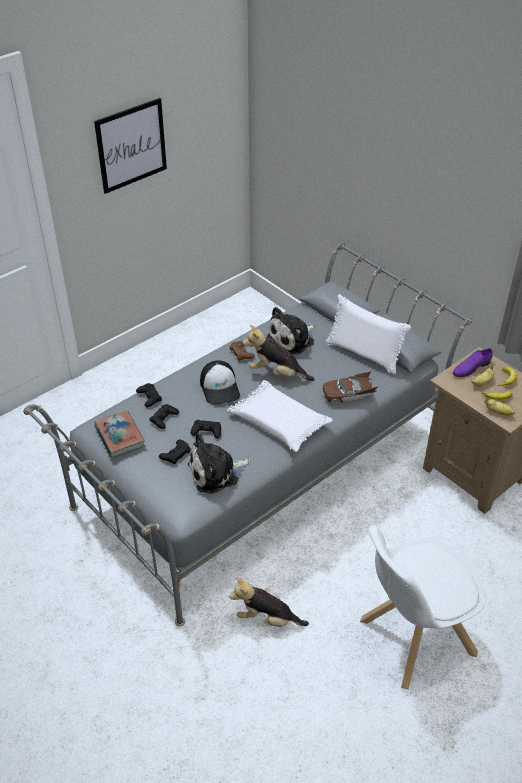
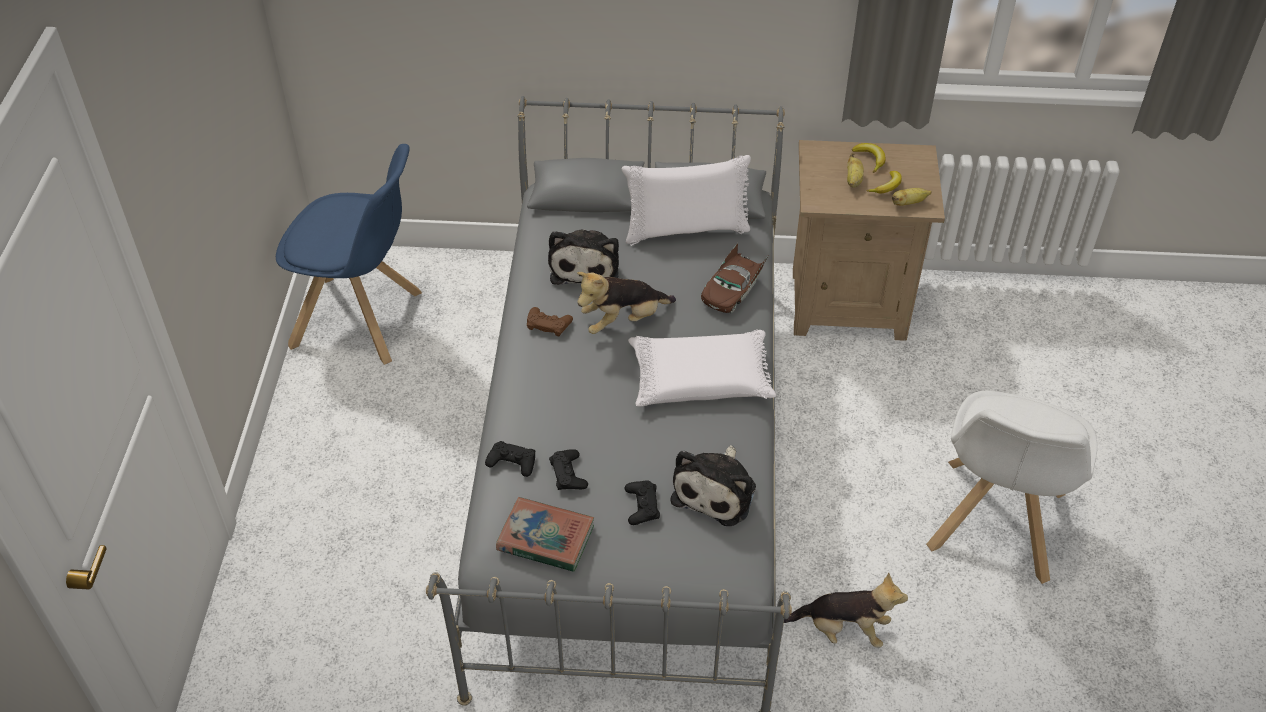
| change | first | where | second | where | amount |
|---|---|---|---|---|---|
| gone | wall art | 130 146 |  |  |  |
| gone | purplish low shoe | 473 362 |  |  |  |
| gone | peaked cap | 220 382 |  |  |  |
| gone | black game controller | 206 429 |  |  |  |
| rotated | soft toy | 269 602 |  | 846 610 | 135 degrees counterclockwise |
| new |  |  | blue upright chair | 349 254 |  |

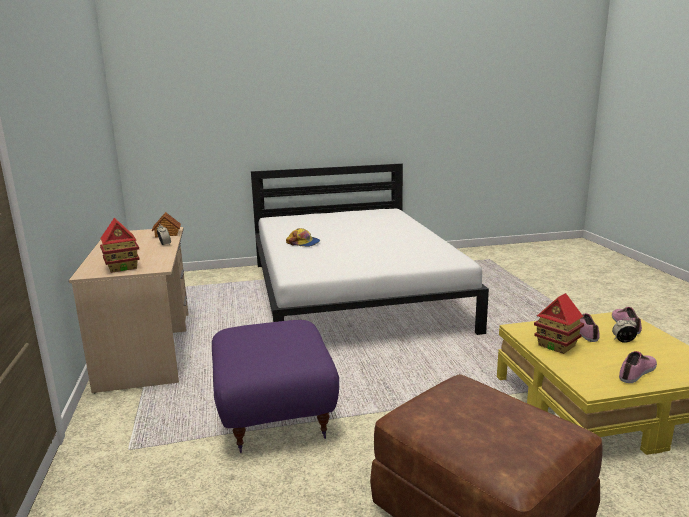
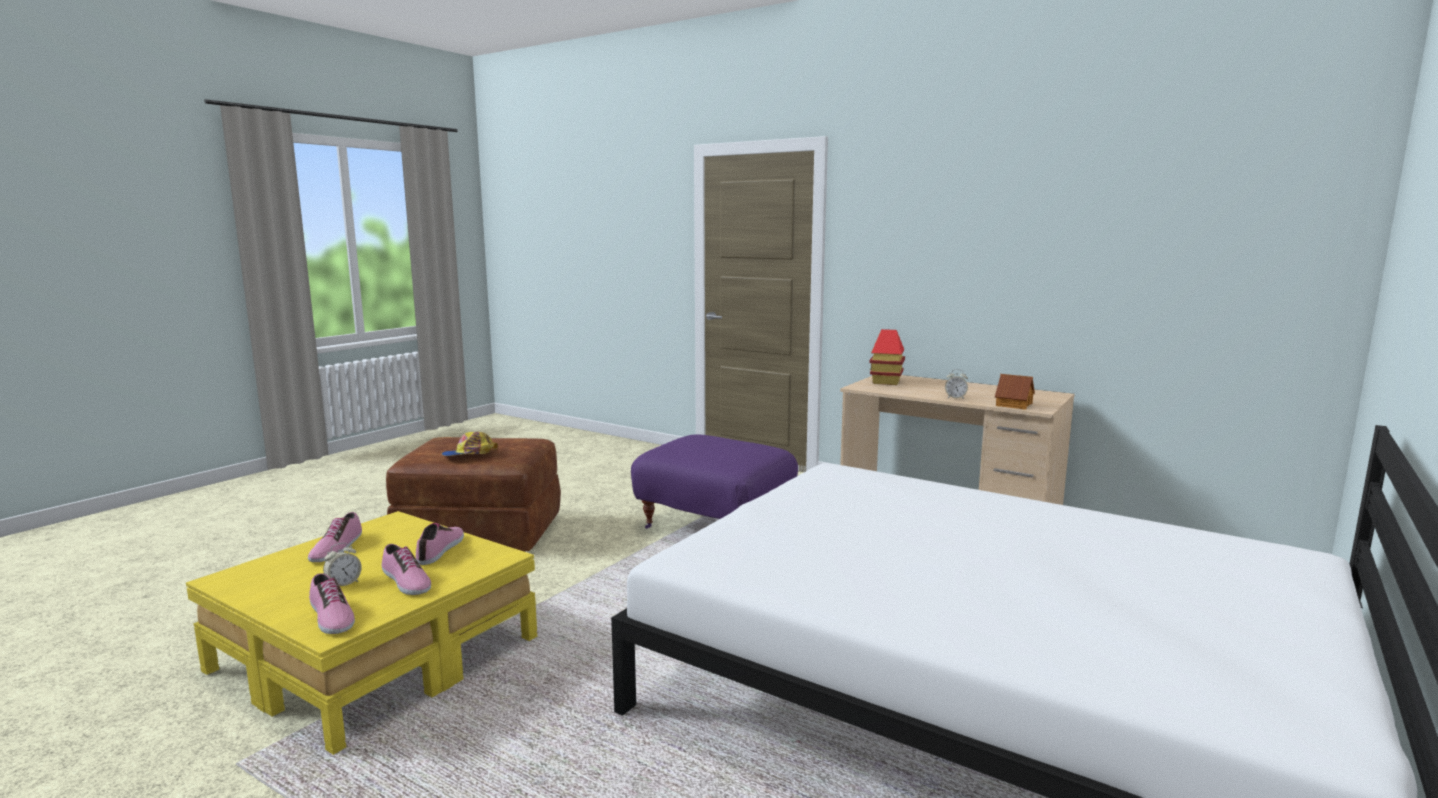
| change | first | where | second | where | amount |
|---|---|---|---|---|---|
| shifted | peaked cap | 303 237 |  | 470 444 |  |
| swapped | miniature house | 559 323 | low shoe | 440 544 |  |

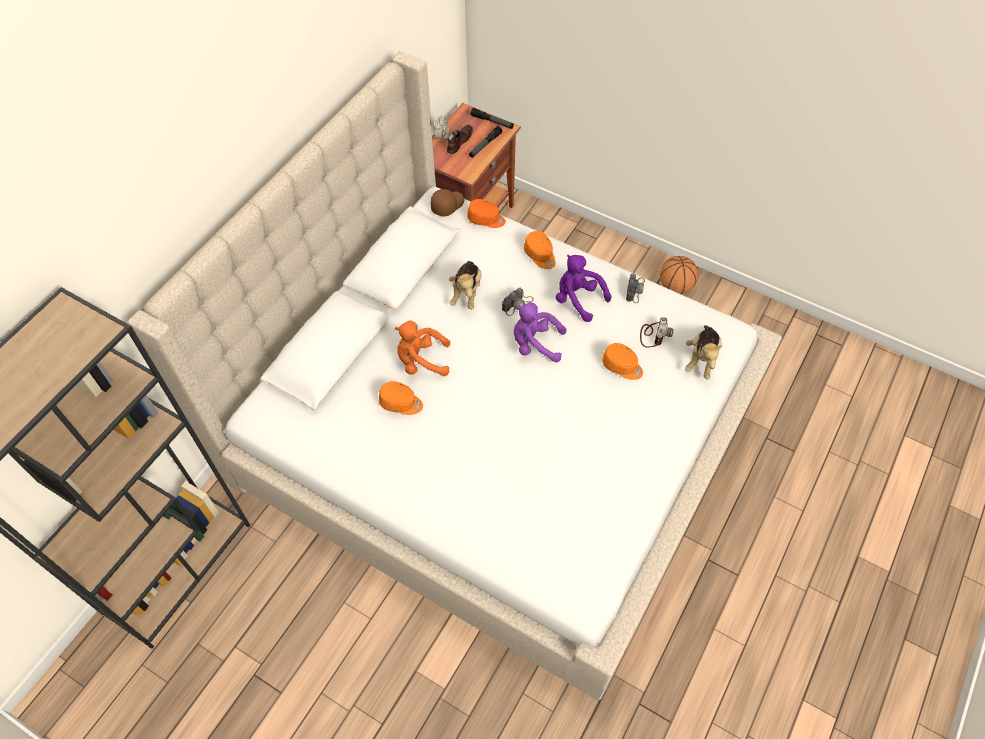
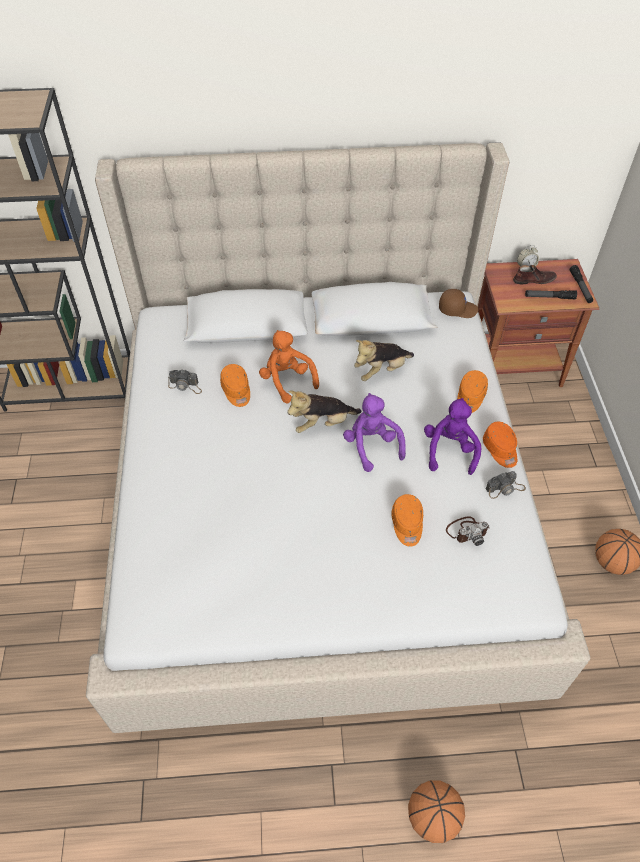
| change | first | where | second | where | amount |
|---|---|---|---|---|---|
| shifted | orange-coloured peaked cap | 486 213 |  | 500 445 |  |
| shifted | still camera | 518 302 |  | 185 382 |  |
| shifted | soft toy | 704 352 |  | 324 411 |  |
| new |  |  | basketball ball | 436 811 |  |

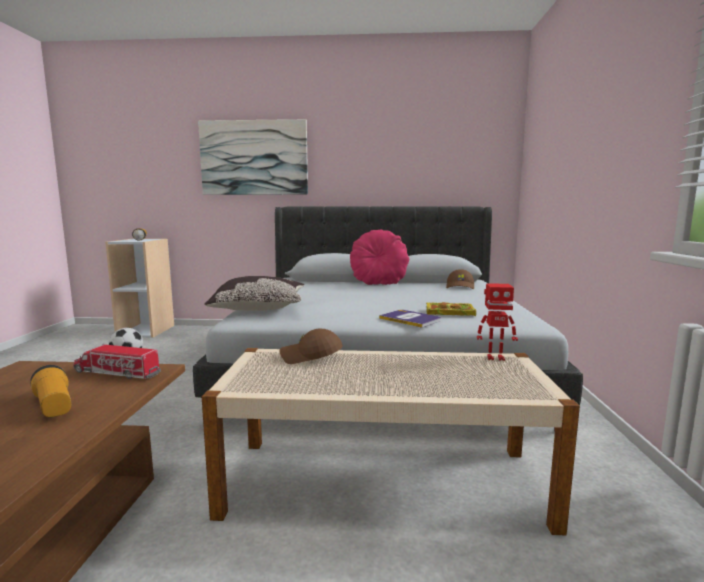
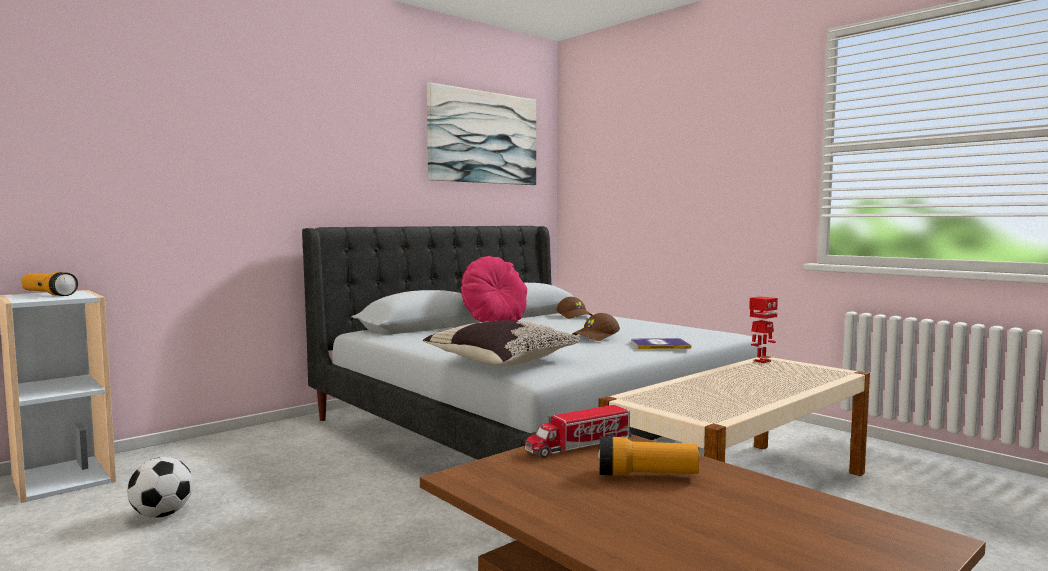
| change | first | where | second | where | amount |
|---|---|---|---|---|---|
| shifted | wall art | 253 157 |  | 481 134 |  |
| gone | book | 451 309 |  |  |  |
| shifted | brown peaked cap | 311 346 |  | 596 327 |  |

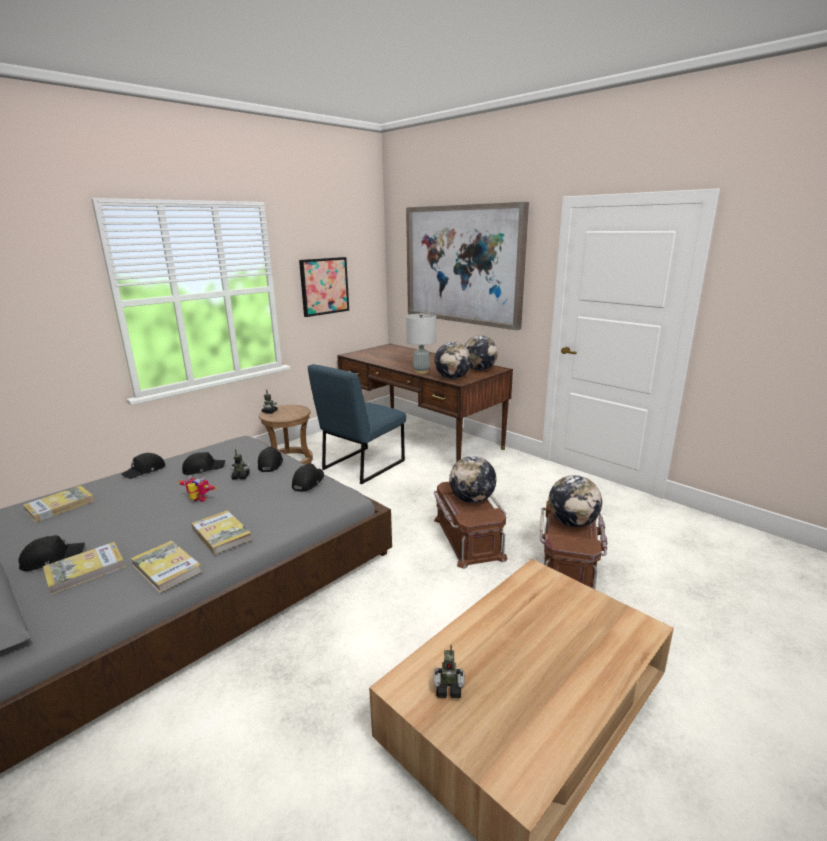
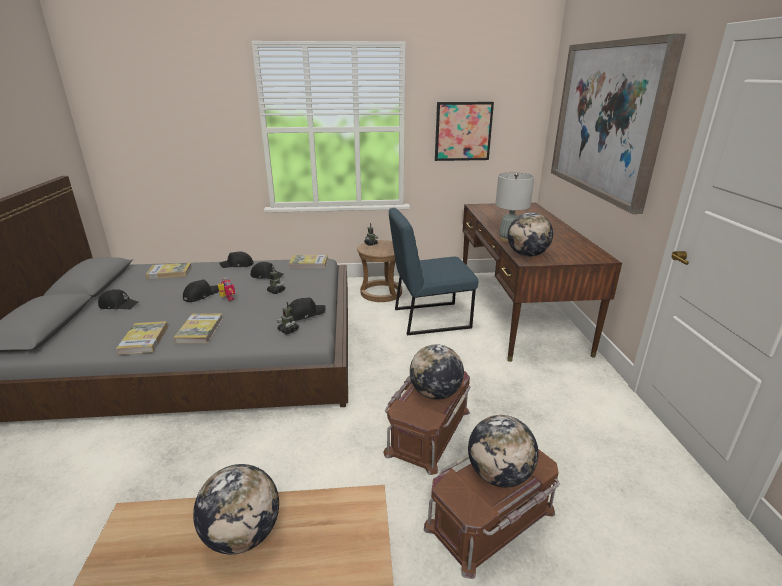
| change | first | where | second | where | amount |
|---|---|---|---|---|---|
| shifted | world globe | 481 353 |  | 236 509 |  |
| shifted | black peaked cap | 270 459 |  | 201 291 |  |
| shifted | book | 84 568 |  | 308 261 |  |
| shifted | robot figure | 449 671 |  | 288 318 |  |

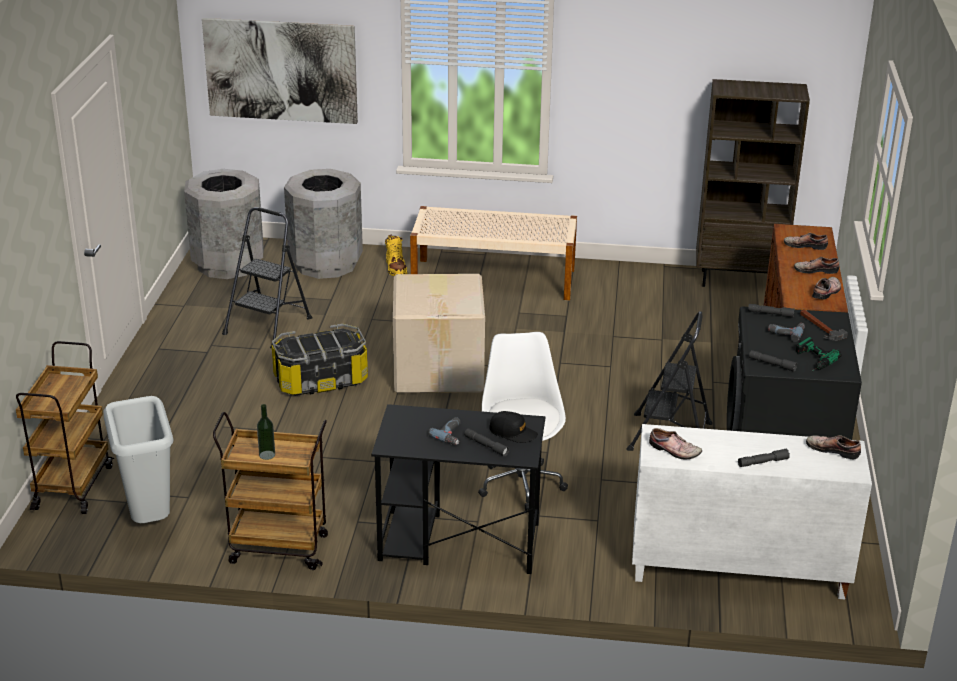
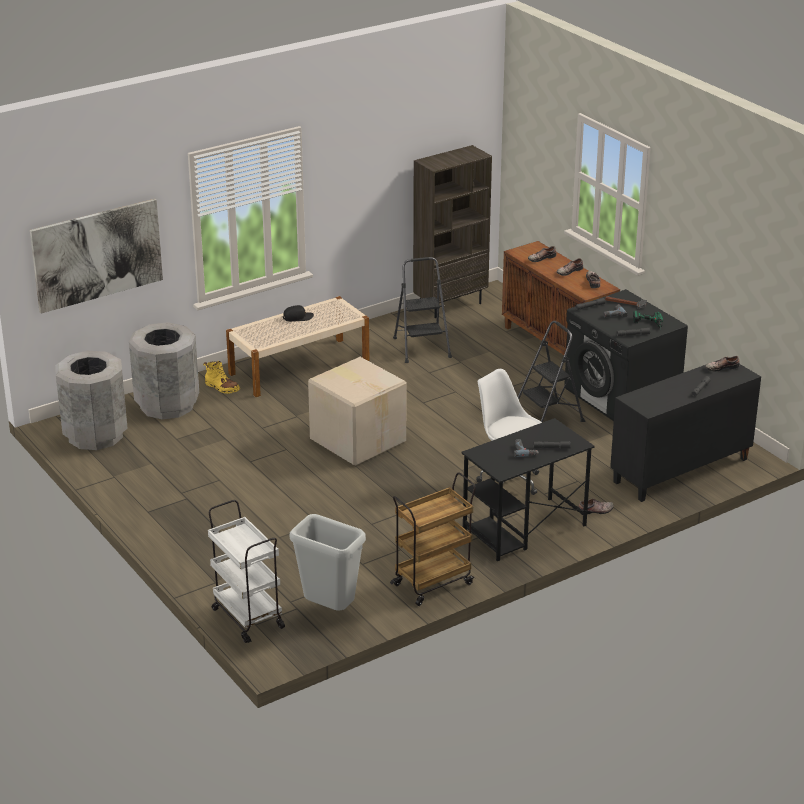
| change | first | where | second | where | amount |
|---|---|---|---|---|---|
| shifted | black step stool | 267 278 |  | 422 310 |  |
| gone | storage bin | 320 360 |  |  |  |
| repainted | brown trolley | 65 427 | white-coloured trolley | 246 571 |  |
| gone | bottle | 266 432 |  |  |  |
| shifted | black peaked cap | 513 427 |  | 298 313 |  |
| repainted | white-coloured storage cabinet | 752 511 | black storage cabinet | 685 431 |  |
| shifted | low shoe | 675 443 |  | 595 506 |  |

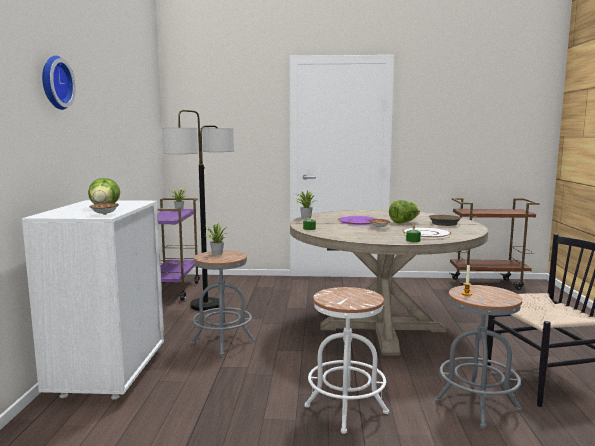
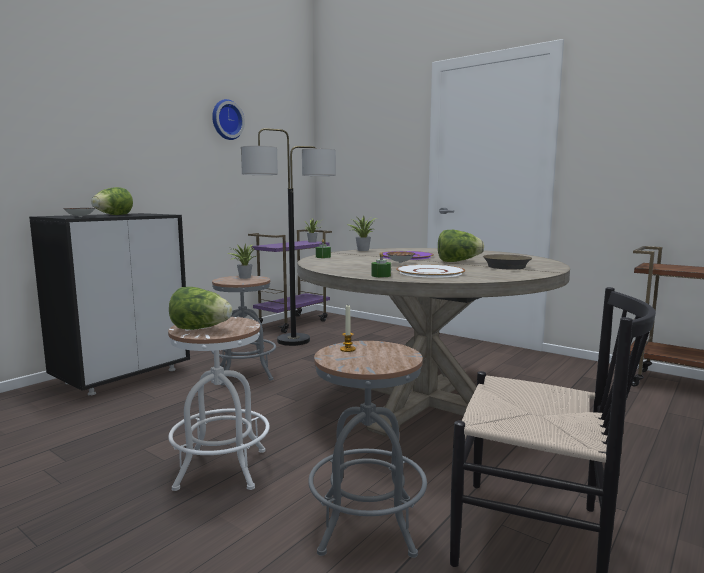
| change | first | where | second | where | amount |
|---|---|---|---|---|---|
| shifted | hanging clock | 59 83 |  | 228 119 |  |
| repainted | white-coloured storage cabinet | 93 300 | black storage cabinet | 109 304 |  |
| new |  |  | lettuce head | 200 308 |  |

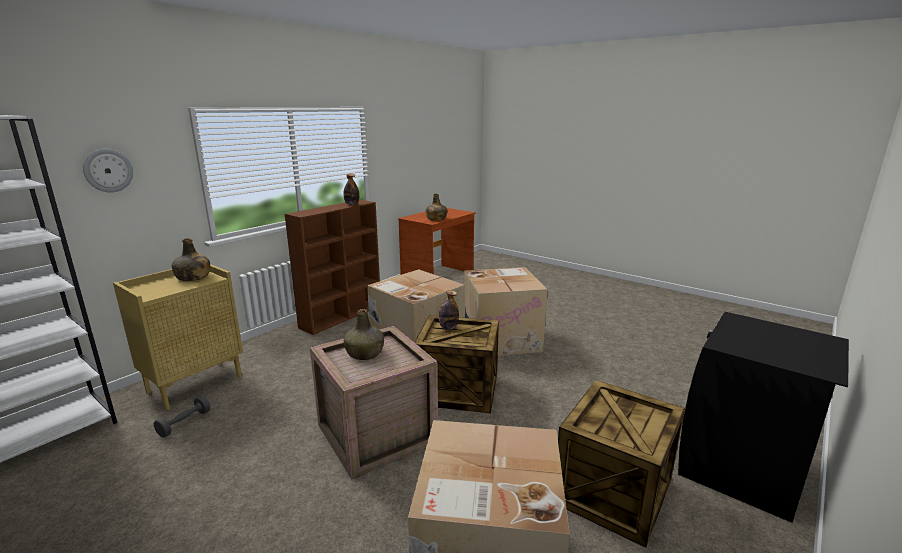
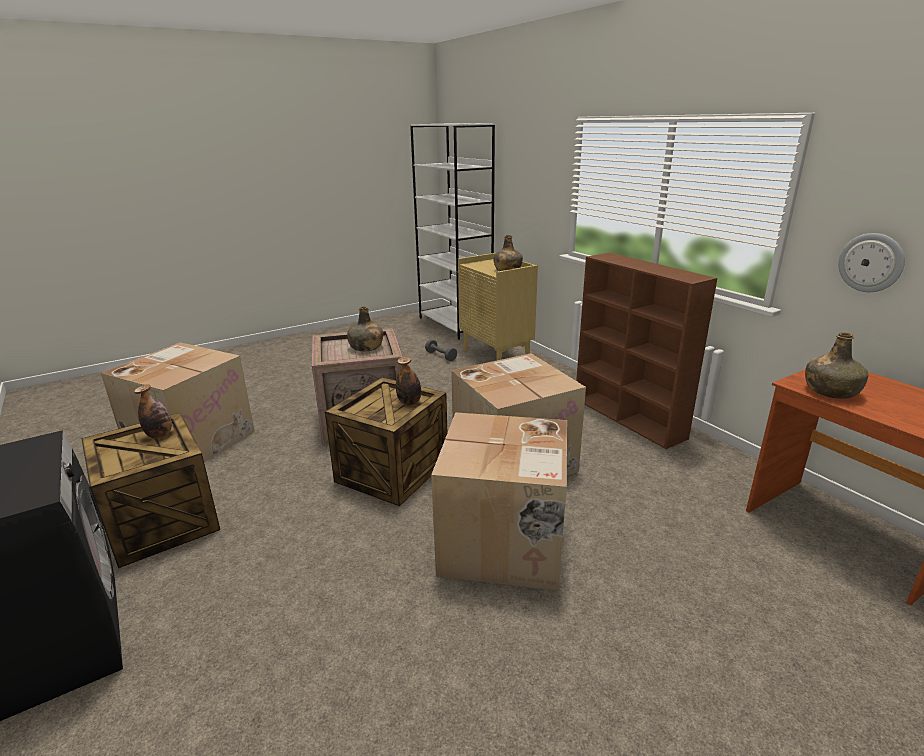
| change | first | where | second | where | amount |
|---|---|---|---|---|---|
| shifted | hanging clock | 108 170 |  | 871 262 |  |
| shifted | bottle | 351 189 |  | 153 411 |  |

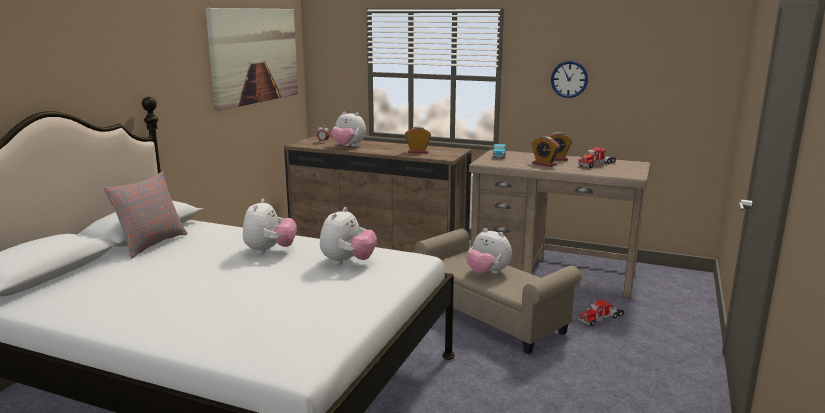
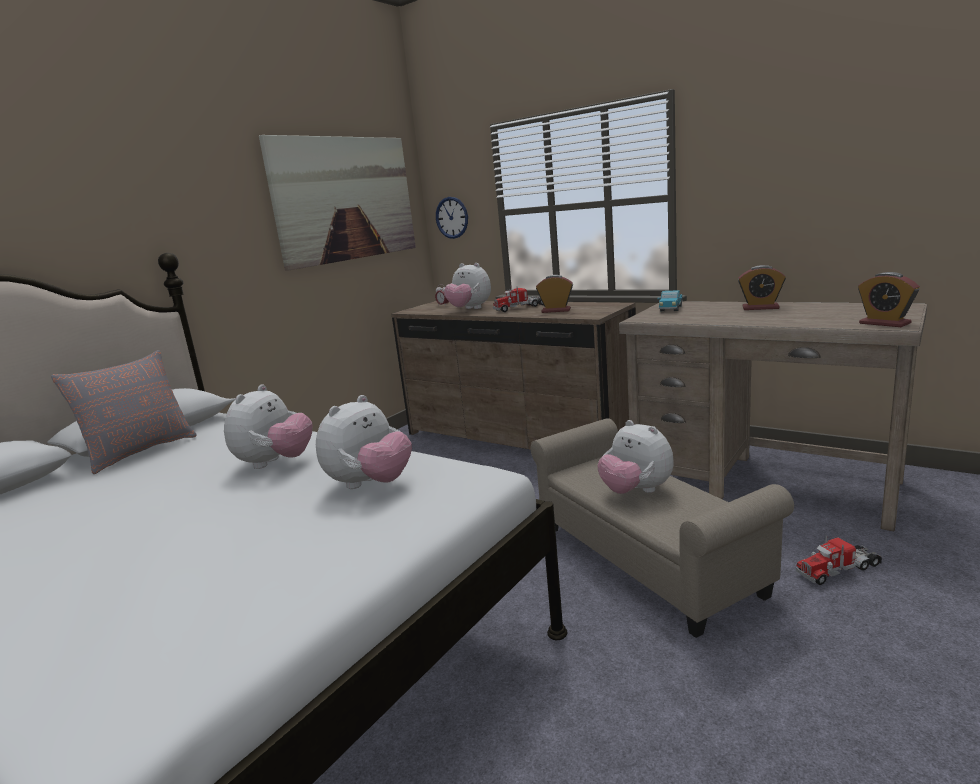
| change | first | where | second | where | amount |
|---|---|---|---|---|---|
| shifted | hanging clock | 569 79 |  | 452 218 |  |
| shifted | alarm clock | 546 151 |  | 889 299 |  |
| shifted | toy lorry | 597 156 |  | 518 299 |  |

